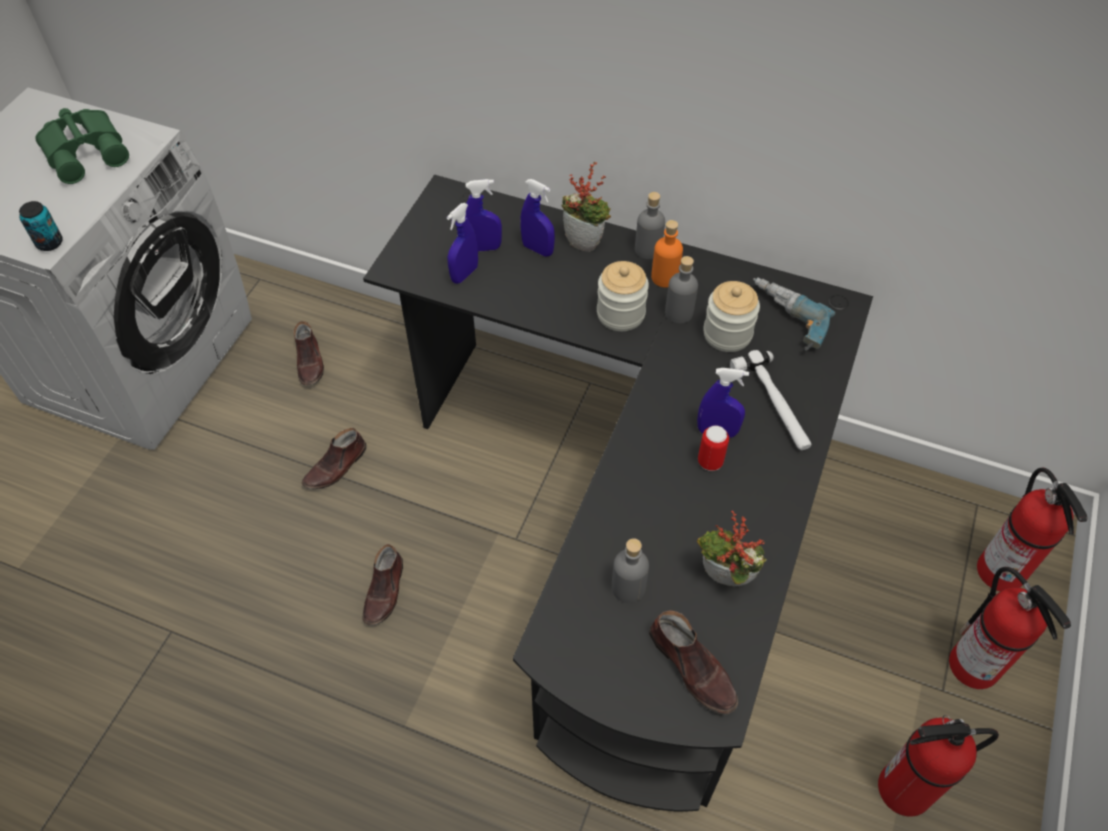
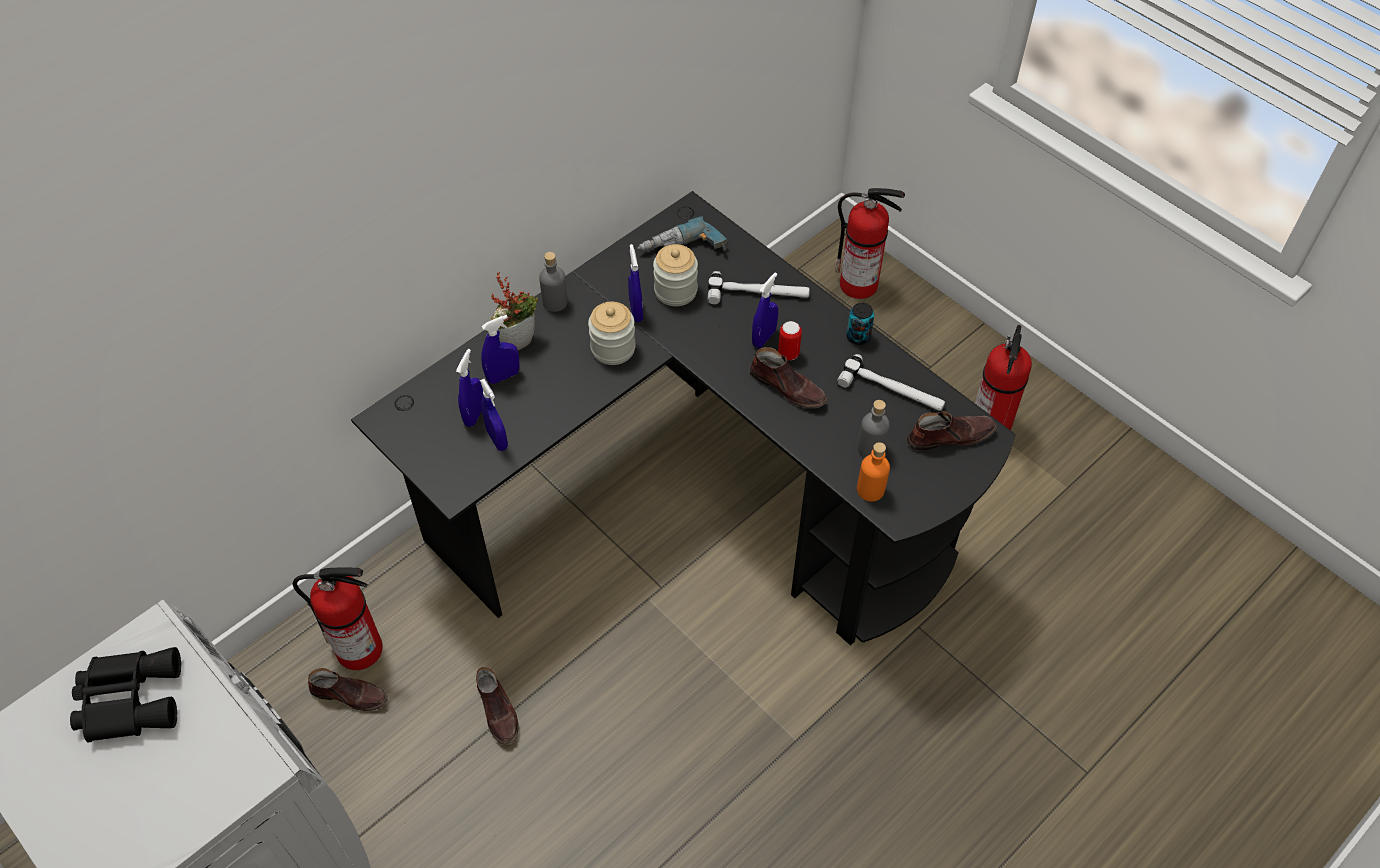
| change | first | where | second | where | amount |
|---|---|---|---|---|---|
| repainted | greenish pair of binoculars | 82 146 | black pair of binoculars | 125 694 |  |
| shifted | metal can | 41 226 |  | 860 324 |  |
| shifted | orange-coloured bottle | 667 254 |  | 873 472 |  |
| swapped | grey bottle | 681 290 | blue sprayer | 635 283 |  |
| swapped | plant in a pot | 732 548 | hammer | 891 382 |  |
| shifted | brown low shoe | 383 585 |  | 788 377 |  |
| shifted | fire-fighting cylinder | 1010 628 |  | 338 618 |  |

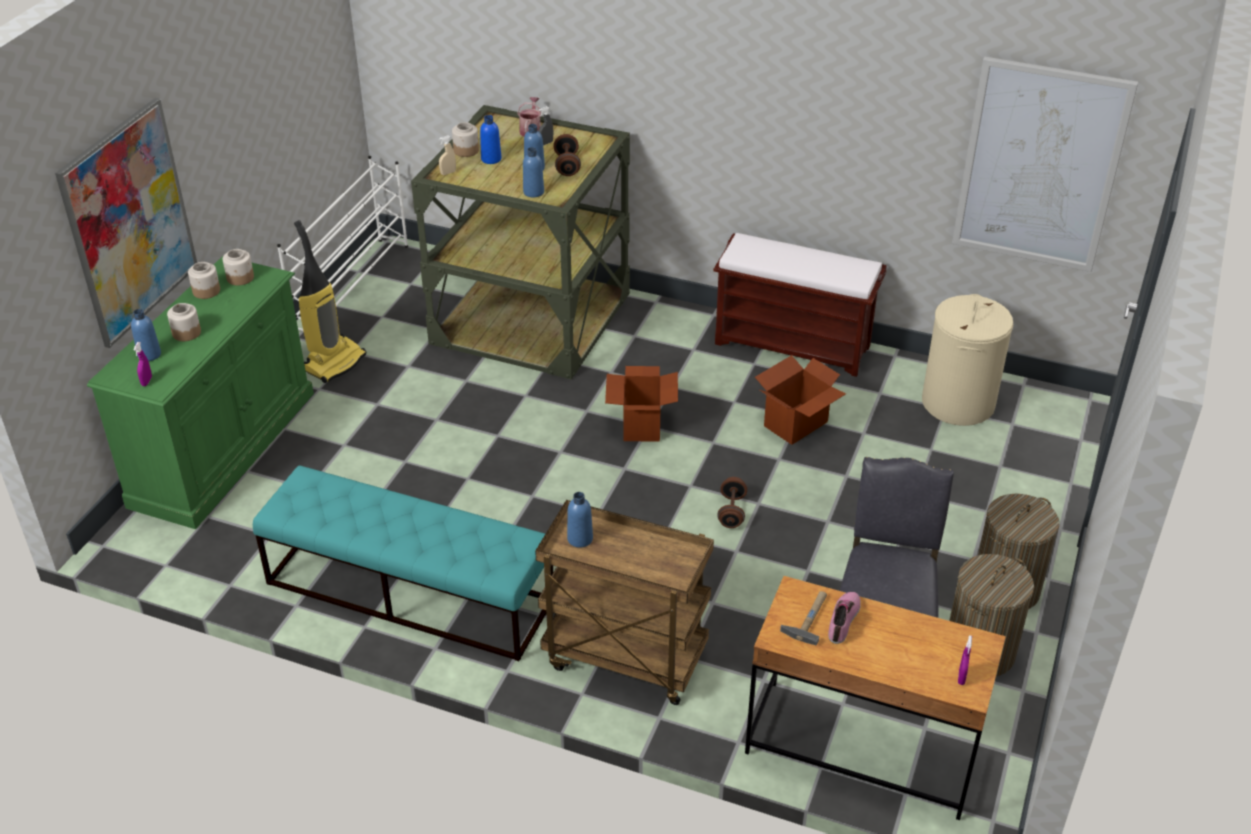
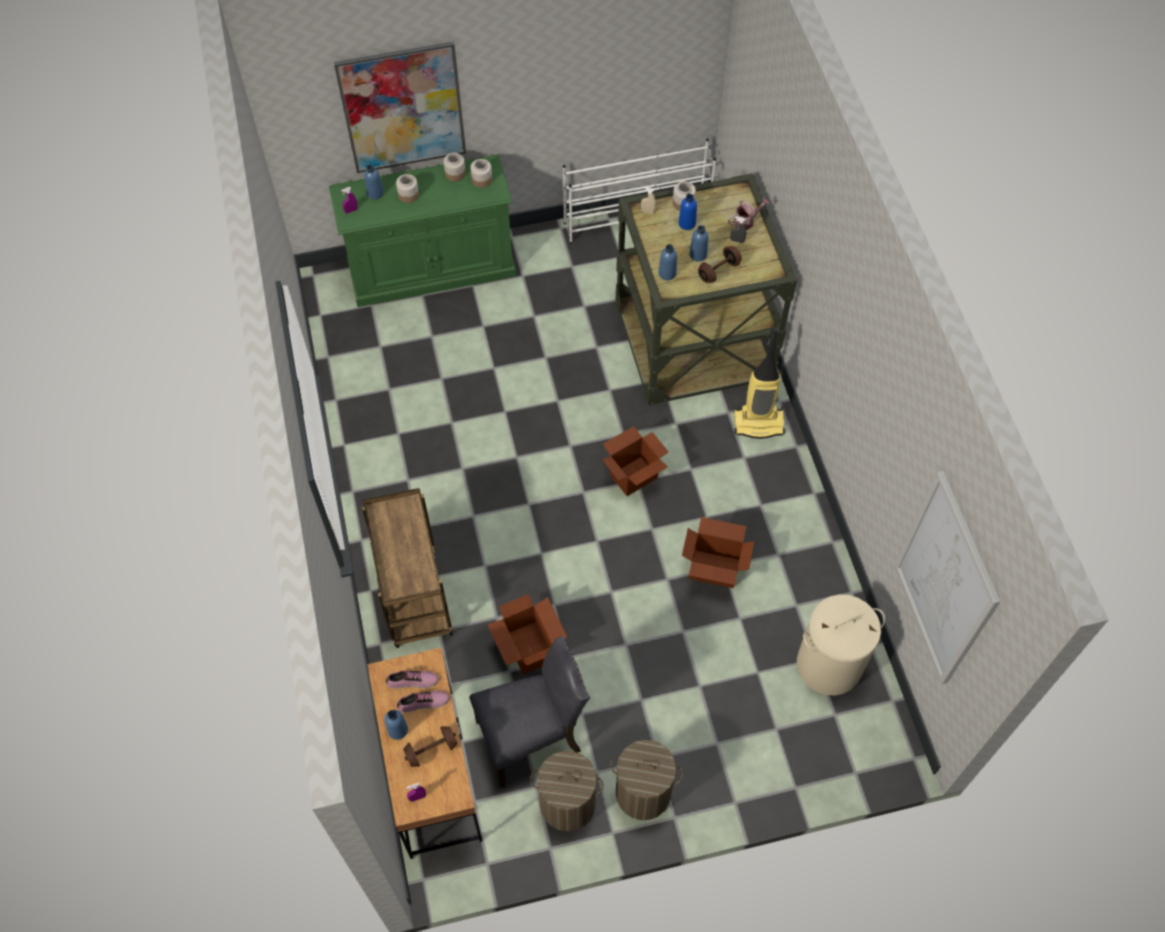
| change | first | where | second | where | amount |
|---|---|---|---|---|---|
| shifted | hoover | 330 301 |  | 759 384 |  |
| gone | brown bench | 800 305 |  |  |  |
| gone | turquoise-coloured bench | 403 563 |  |  |  |
| shifted | brown hand weight | 732 502 |  | 430 746 |  |
| shifted | blue bottle | 580 520 |  | 396 725 |  |
| swapped | hammer | 803 618 | low shoe | 412 680 |  |
| new |  |  | cardboard box | 527 634 |  |

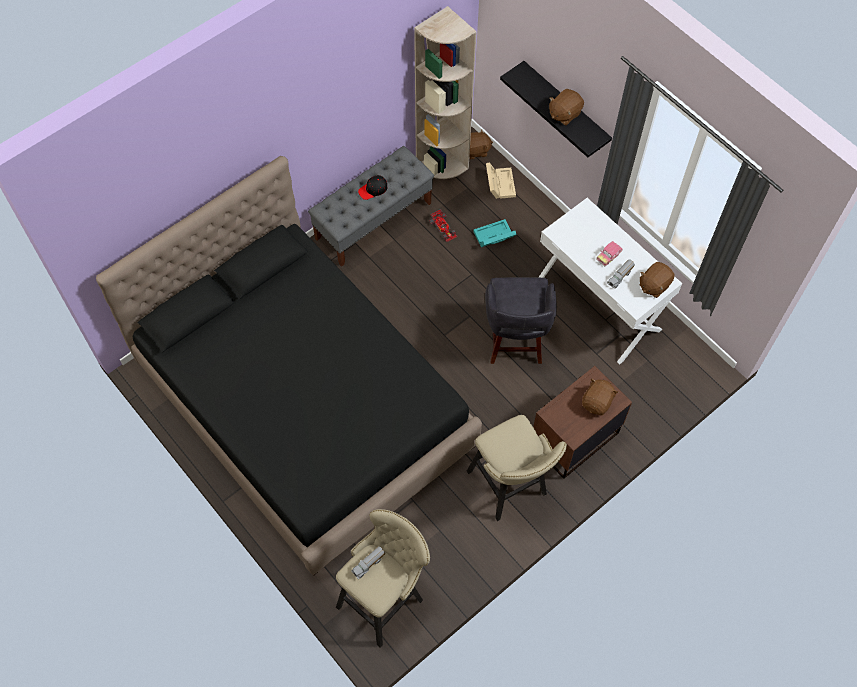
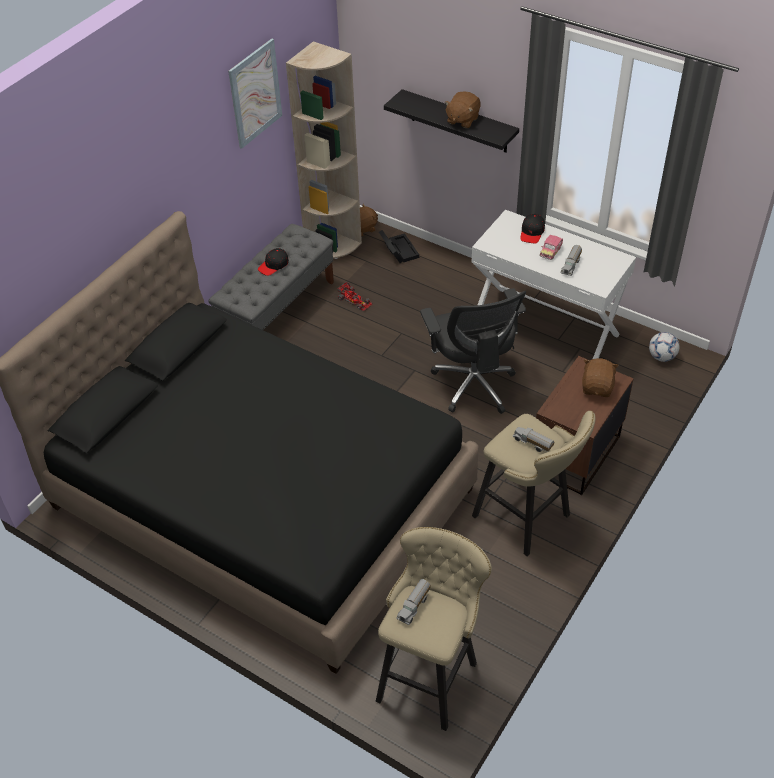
| change | first | where | second | where | amount |
|---|---|---|---|---|---|
| repainted | sand-coloured storage bin | 501 180 | black storage bin | 399 246 |  |
| gone | turquoise-coloured storage bin | 494 233 |  |  |  |
| gone | brown soft toy | 657 280 |  |  |  |
| swapped | grey sitting stool | 521 320 | desk chair | 473 351 |  |
| new |  |  | wall art | 255 94 |  |
| new |  |  | black peaked cap | 532 228 |  |
| new |  |  | football ball | 664 347 |  |
| new |  |  | toy lorry | 533 439 |  |

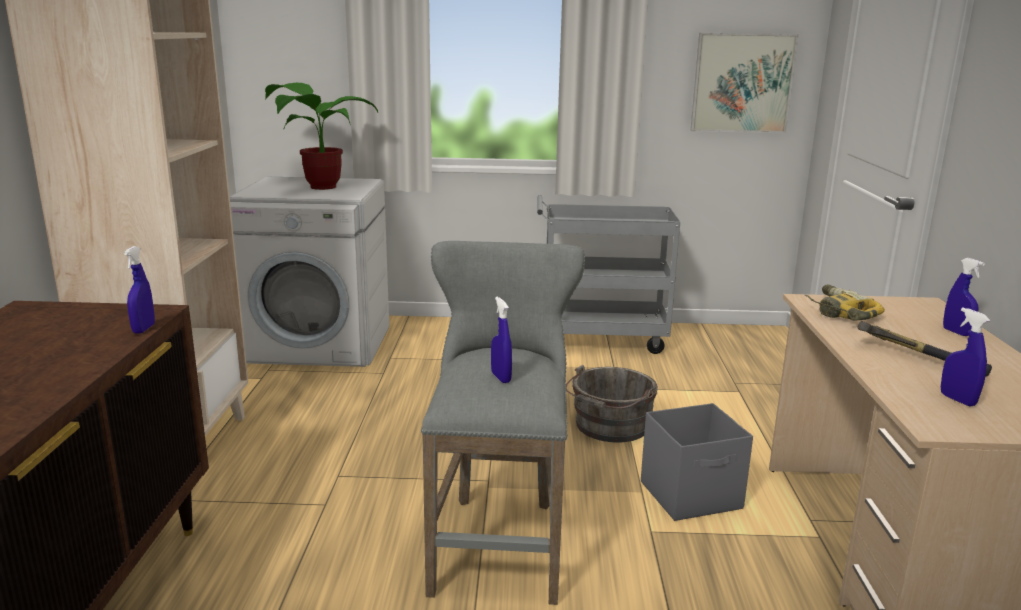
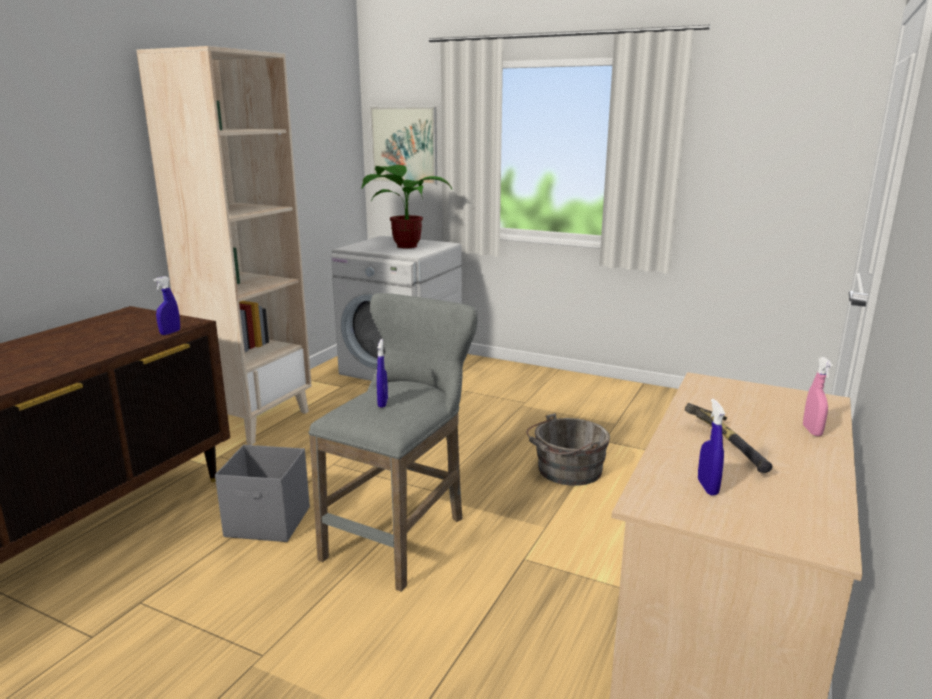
| change | first | where | second | where | amount |
|---|---|---|---|---|---|
| shifted | wall art | 744 83 |  | 403 146 |  |
| gone | grey trolley | 608 274 |  |  |  |
| repainted | blue sprayer | 964 297 | pinkish sprayer | 818 396 |  |
| gone | power drill | 844 302 |  |  |  |
| shifted | grey storage bin | 697 462 |  | 262 493 |  |

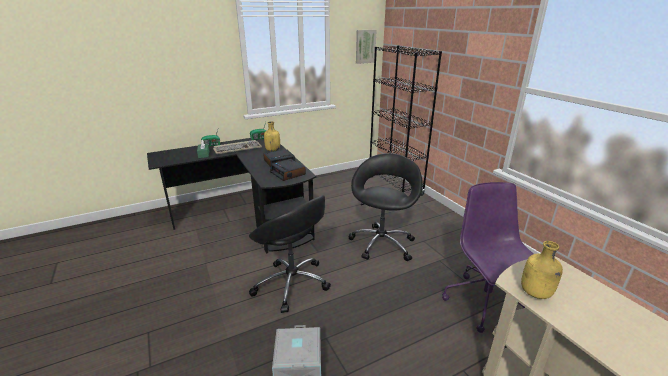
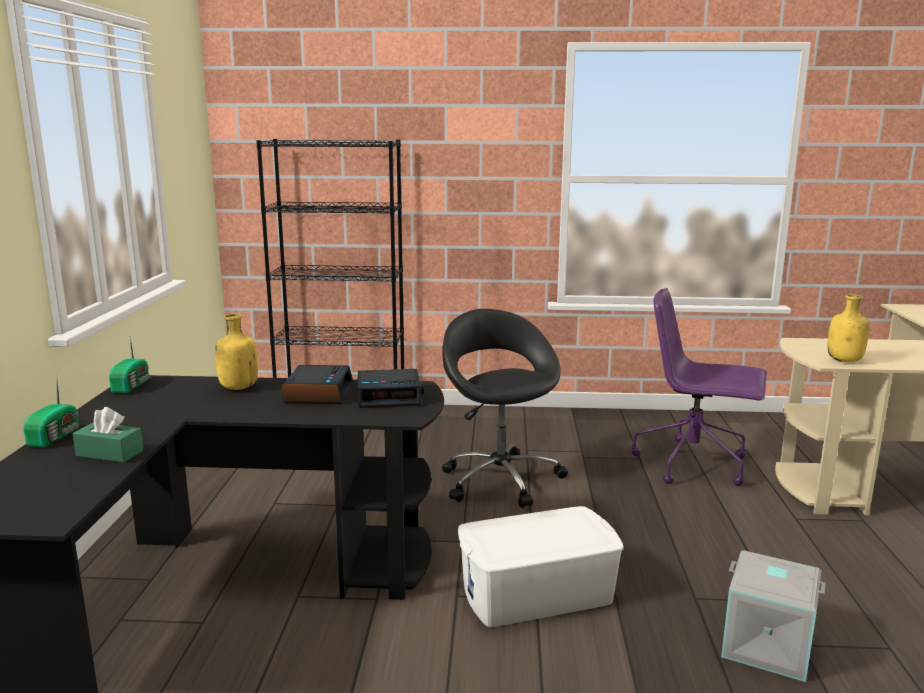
| change | first | where | second | where | amount |
|---|---|---|---|---|---|
| gone | wall art | 366 47 |  |  |  |
| gone | PC keyboard | 237 147 |  |  |  |
| swapped | black desk chair | 290 254 | white-coloured storage bin | 541 566 |  |

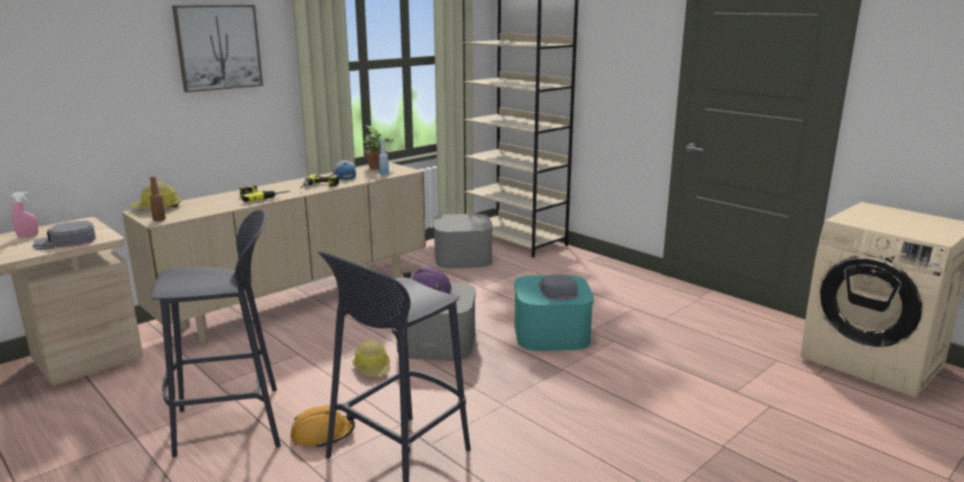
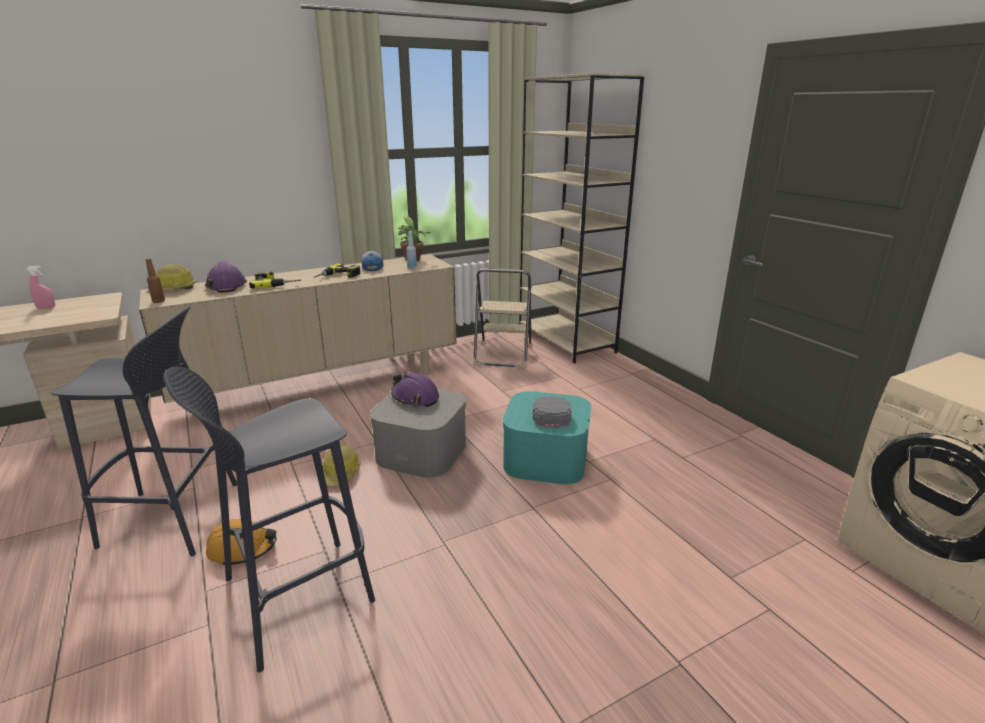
| change | first | where | second | where | amount |
|---|---|---|---|---|---|
| gone | wall art | 217 48 |  |  |  |
| swapped | grey storage bin | 463 241 | sand-coloured step stool | 503 318 |  |
| gone | grey peaked cap | 64 235 |  |  |  |
| new |  |  | purplish hard hat | 226 277 |  |

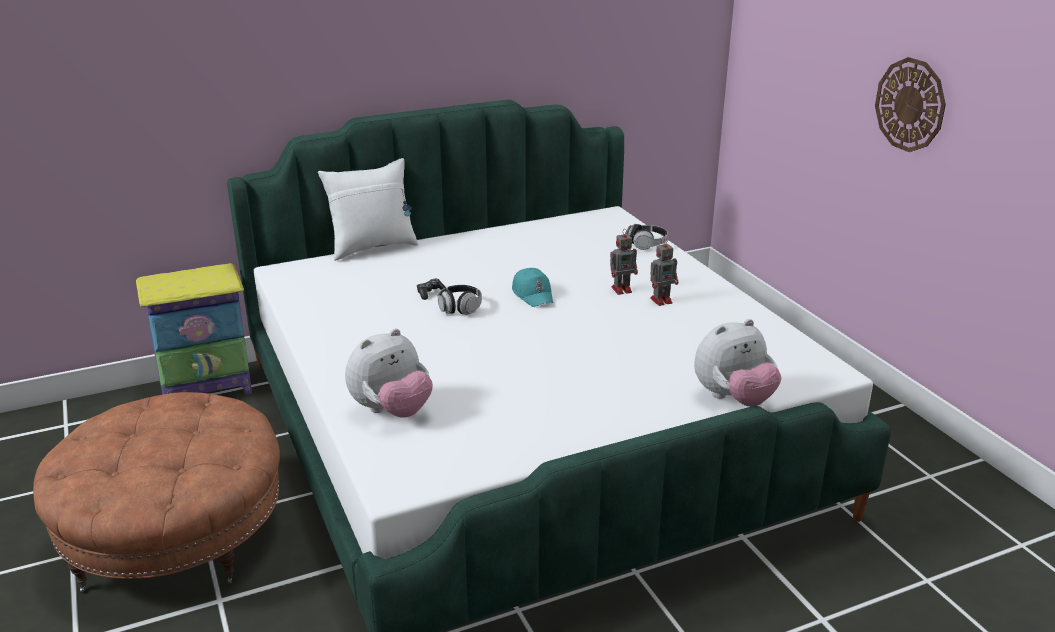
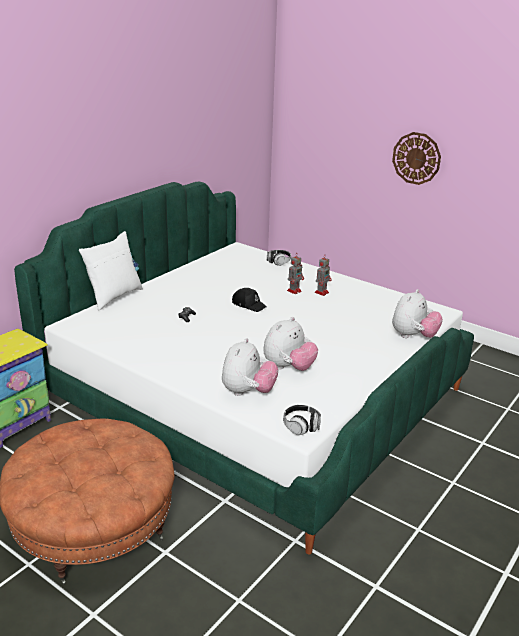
| change | first | where | second | where | amount |
|---|---|---|---|---|---|
| repainted | turquoise-coloured peaked cap | 532 287 | black peaked cap | 249 300 |  |
| shifted | headset | 460 300 |  | 302 420 |  |
| new |  |  | soft toy | 291 344 |  |

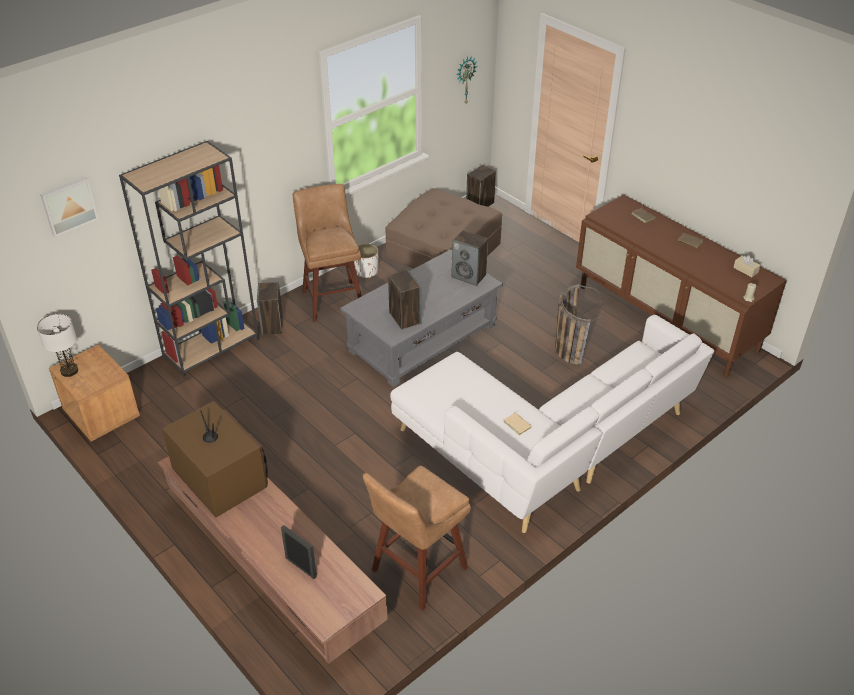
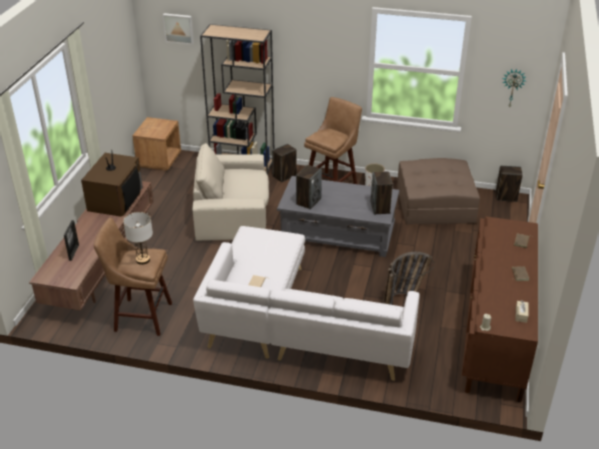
| change | first | where | second | where | amount |
|---|---|---|---|---|---|
| shifted | tabletop lamp | 57 345 |  | 138 238 |  |
| new |  |  | sand-coloured armchair | 230 192 |  |

